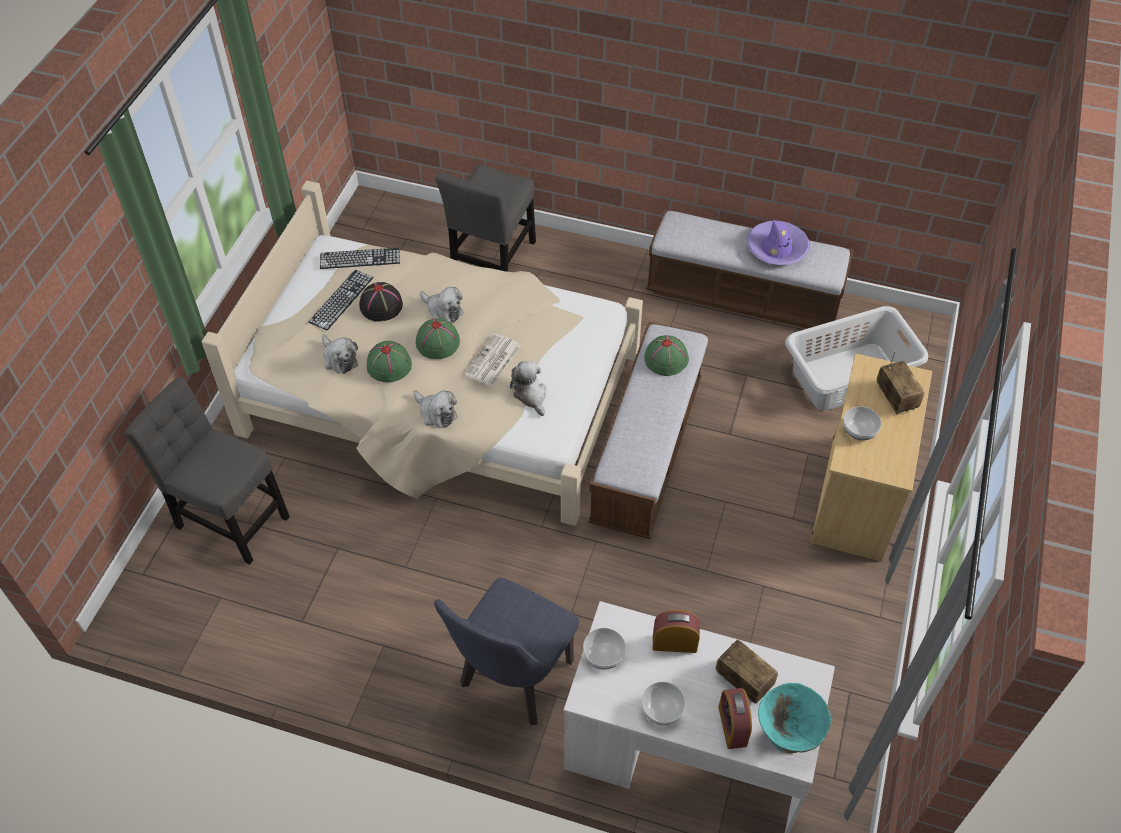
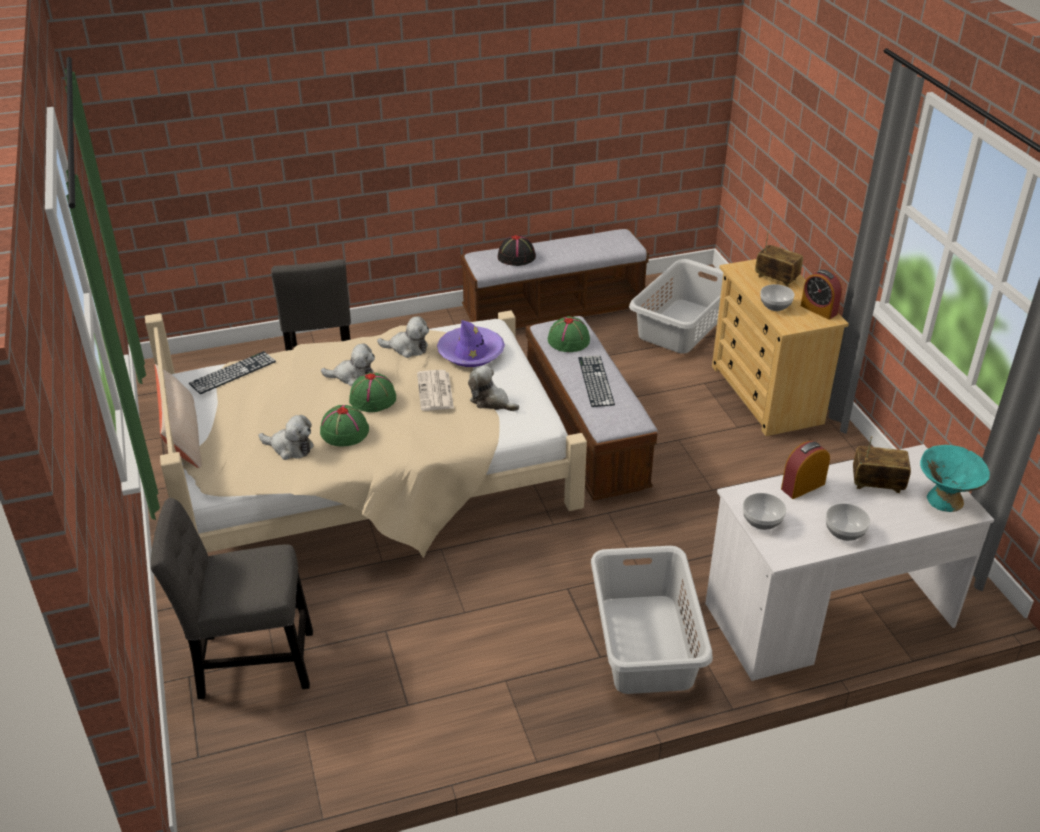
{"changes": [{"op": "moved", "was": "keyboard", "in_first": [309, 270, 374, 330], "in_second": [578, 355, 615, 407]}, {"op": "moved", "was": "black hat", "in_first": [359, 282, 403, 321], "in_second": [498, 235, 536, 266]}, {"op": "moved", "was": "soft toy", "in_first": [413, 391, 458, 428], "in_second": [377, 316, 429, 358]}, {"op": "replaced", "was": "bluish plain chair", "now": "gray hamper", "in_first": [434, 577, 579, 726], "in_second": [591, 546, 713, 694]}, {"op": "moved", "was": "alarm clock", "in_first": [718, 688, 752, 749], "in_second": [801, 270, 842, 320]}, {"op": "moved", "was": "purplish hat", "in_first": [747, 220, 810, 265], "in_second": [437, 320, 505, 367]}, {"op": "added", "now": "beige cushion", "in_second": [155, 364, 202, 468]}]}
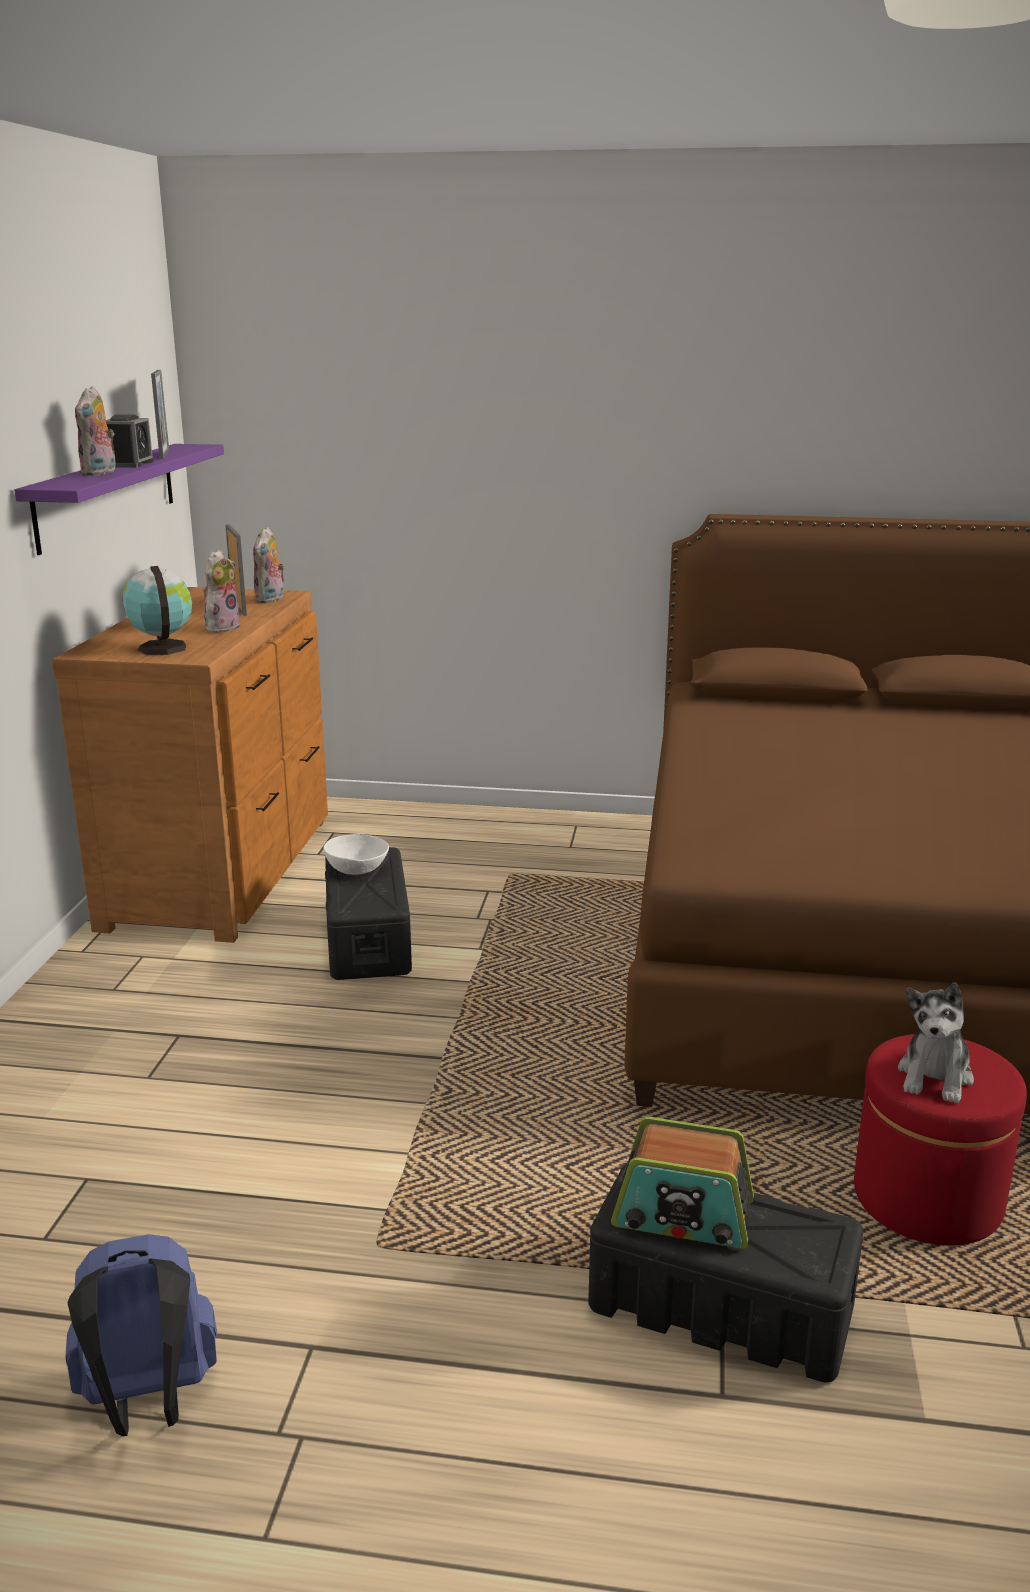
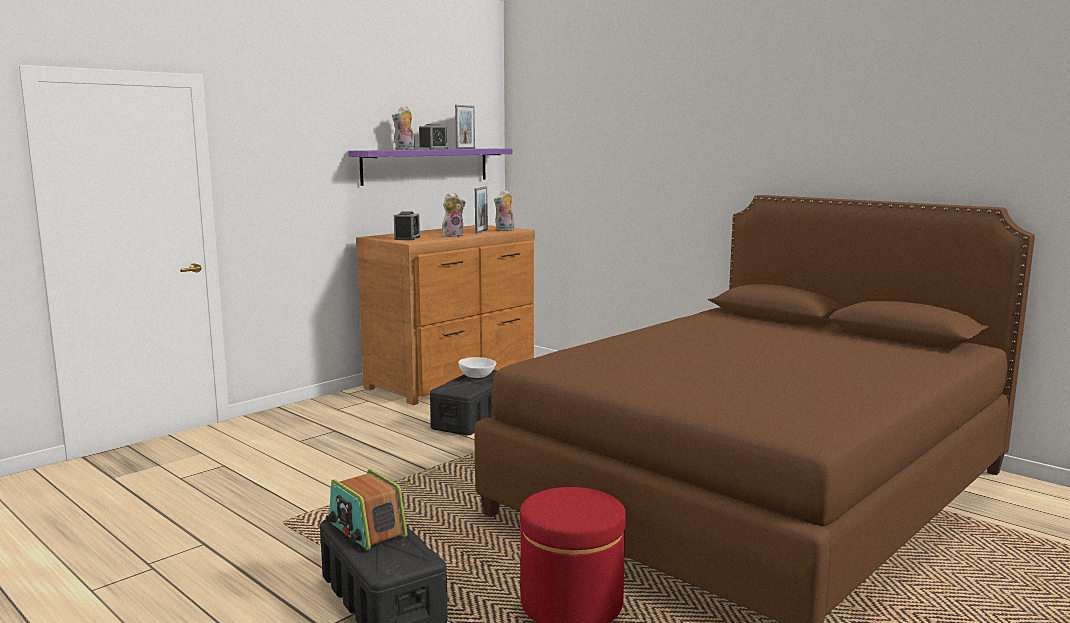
{"changes": [{"op": "removed", "was": "bluish knapsack", "in_first": [65, 1234, 217, 1436]}, {"op": "replaced", "was": "globe", "now": "alarm clock", "in_first": [123, 566, 192, 655], "in_second": [394, 211, 420, 240]}, {"op": "removed", "was": "soft toy", "in_first": [898, 982, 974, 1103]}]}
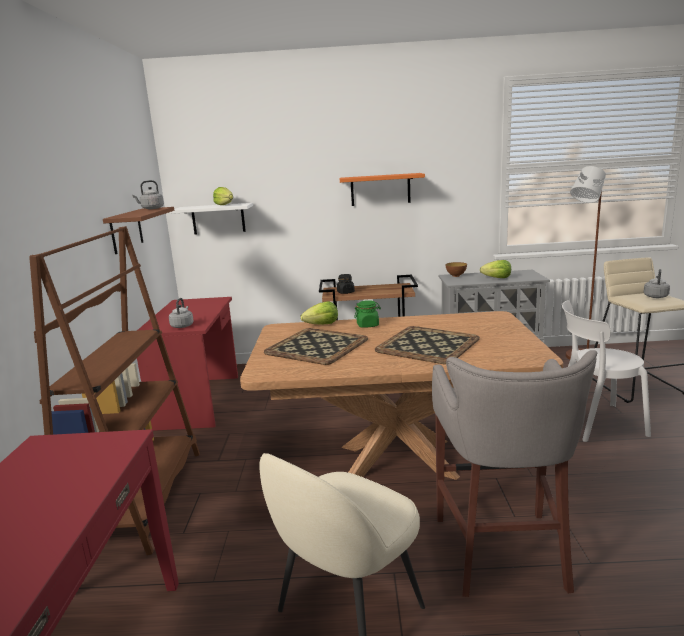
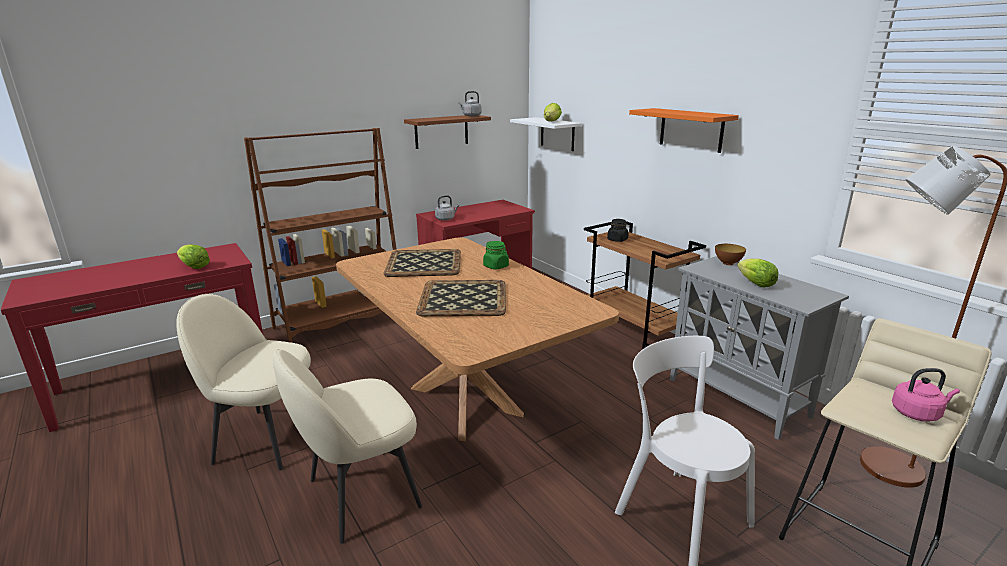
{"changes": [{"op": "moved", "was": "lettuce head", "in_first": [301, 301, 338, 325], "in_second": [177, 244, 210, 269]}, {"op": "replaced", "was": "gray sitting stool", "now": "beige plain chair", "in_first": [432, 350, 597, 597], "in_second": [273, 349, 422, 544]}, {"op": "recoloured", "was": "gray kettle", "now": "pinkish kettle", "in_first": [643, 269, 670, 298], "in_second": [892, 368, 960, 422]}]}
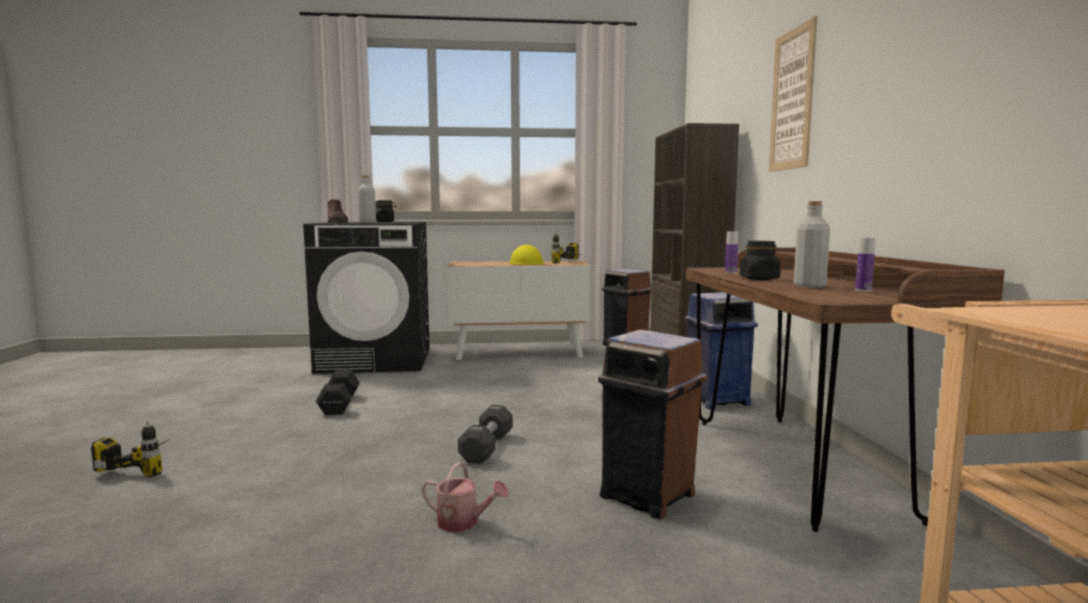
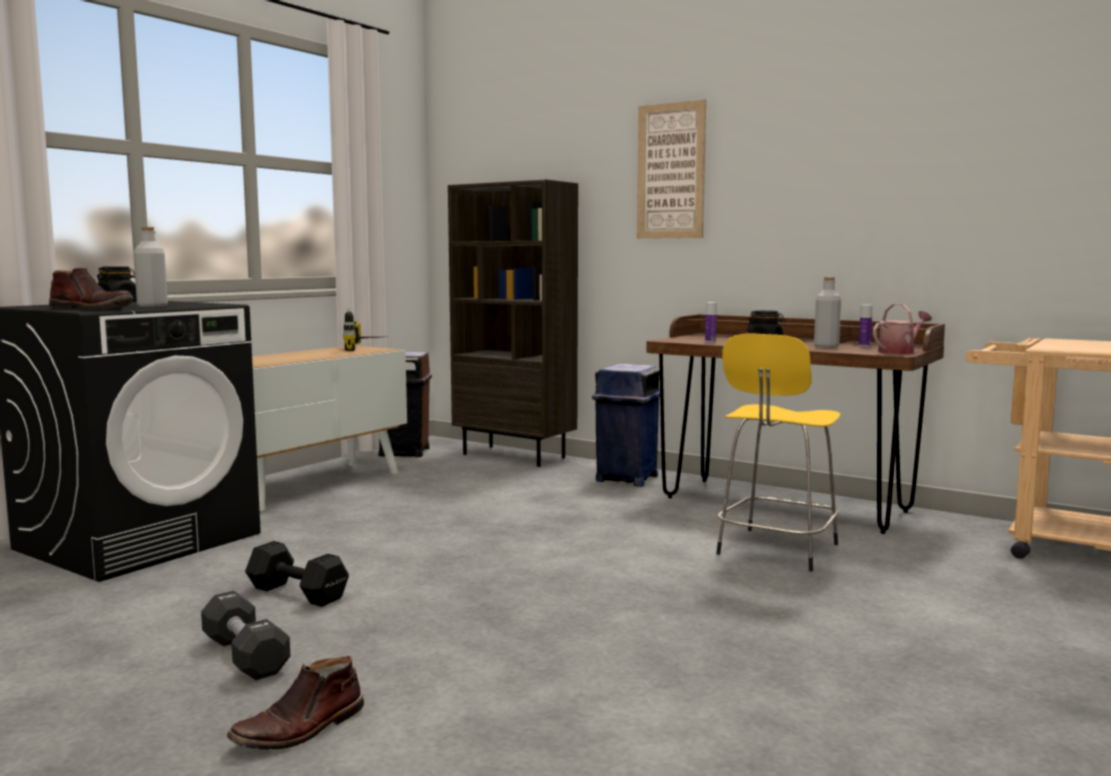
{"changes": [{"op": "replaced", "was": "drill", "now": "brown-coloured high-top boot", "in_first": [91, 421, 168, 477], "in_second": [227, 656, 364, 750]}, {"op": "moved", "was": "sprinkling can", "in_first": [422, 462, 509, 532], "in_second": [873, 303, 932, 354]}, {"op": "moved", "was": "black hand weight", "in_first": [458, 405, 513, 464], "in_second": [201, 591, 290, 680]}, {"op": "removed", "was": "yellow-coloured safety helmet", "in_first": [509, 245, 544, 265]}, {"op": "replaced", "was": "brown-coloured rubbish bin", "now": "yellow-coloured sitting stool", "in_first": [598, 330, 707, 519], "in_second": [716, 334, 841, 571]}]}
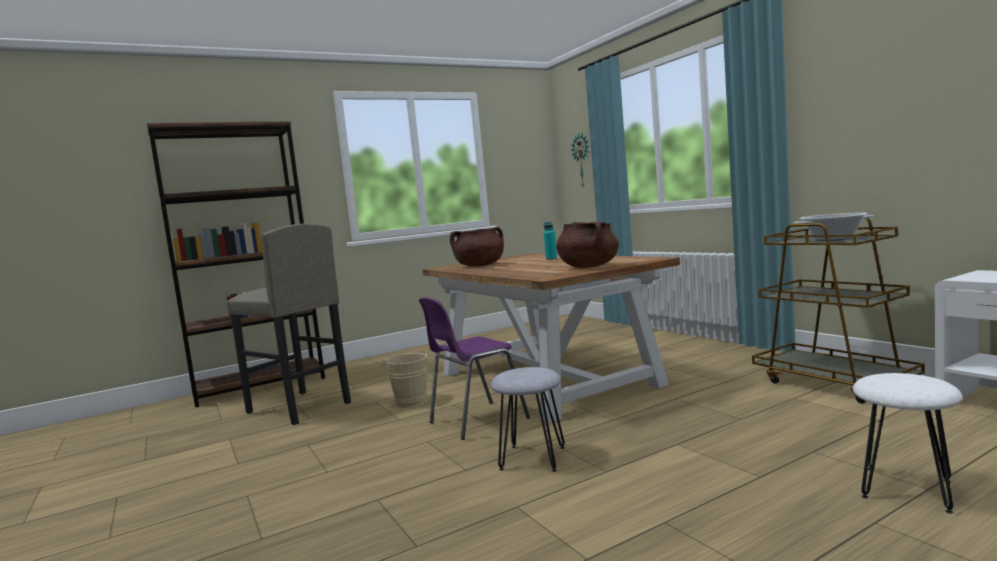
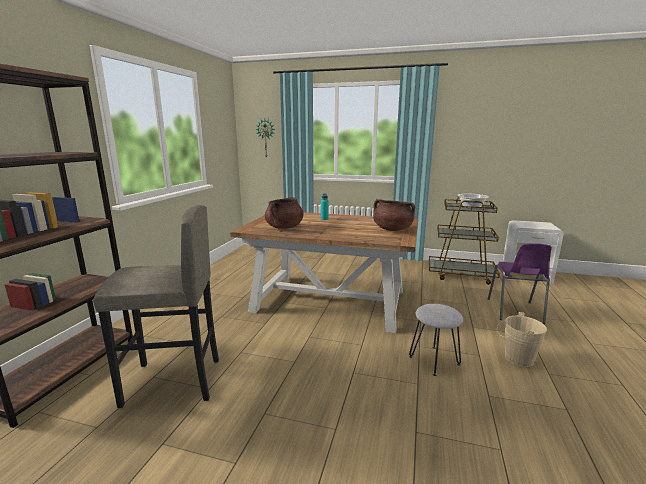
{"changes": [{"op": "moved", "was": "beige water bucket", "in_first": [383, 349, 428, 407], "in_second": [497, 312, 547, 367]}, {"op": "moved", "was": "purplish plain chair", "in_first": [419, 297, 530, 440], "in_second": [488, 243, 552, 324]}, {"op": "removed", "was": "white-coloured sitting stool", "in_first": [853, 373, 963, 514]}]}
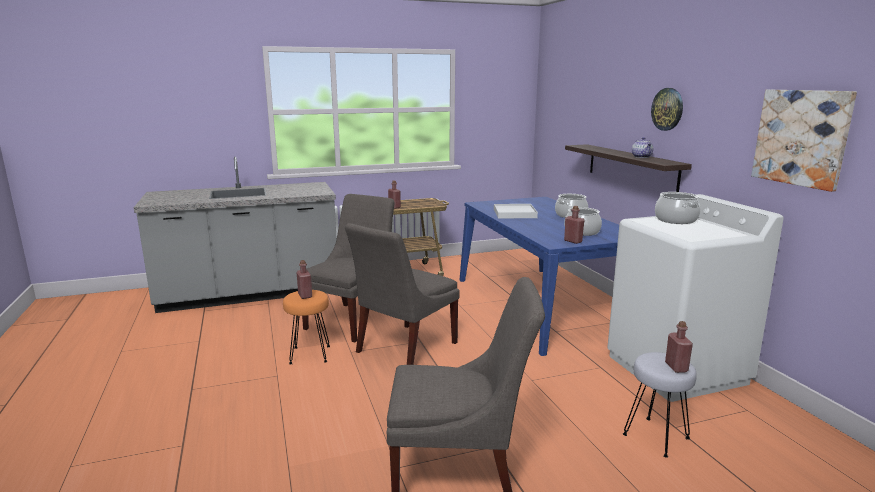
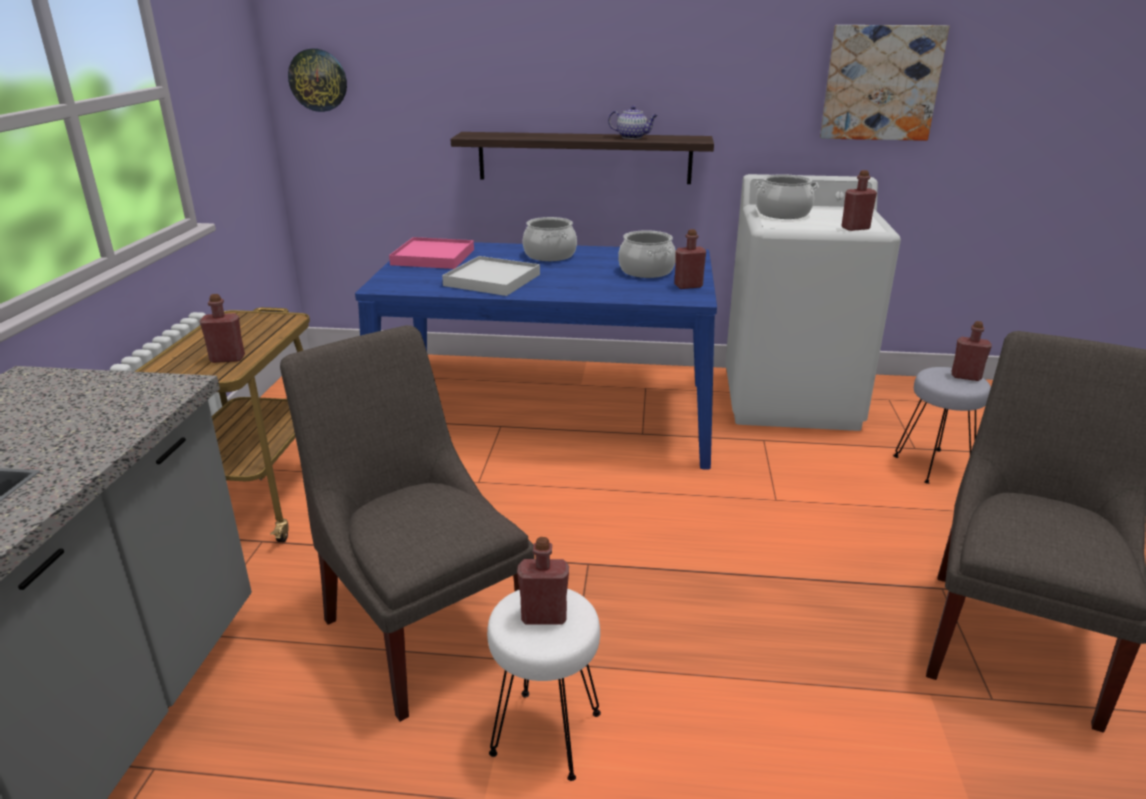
{"changes": [{"op": "recoloured", "was": "orangey sitting stool", "now": "white-coloured sitting stool", "in_first": [283, 290, 330, 364], "in_second": [487, 589, 601, 781]}, {"op": "removed", "was": "gray plain chair", "in_first": [345, 223, 459, 365]}, {"op": "moved", "was": "wall clock", "in_first": [651, 88, 683, 131], "in_second": [288, 49, 347, 112]}, {"op": "added", "now": "pinkish serving tray", "in_second": [389, 237, 474, 269]}, {"op": "added", "now": "reddish bottle", "in_second": [841, 170, 877, 231]}]}
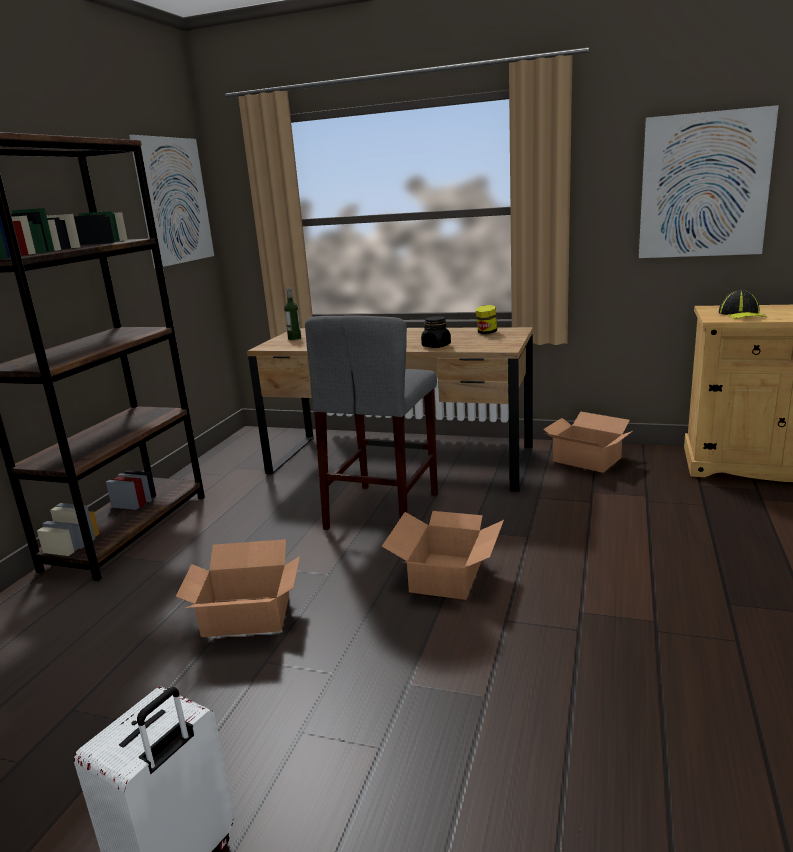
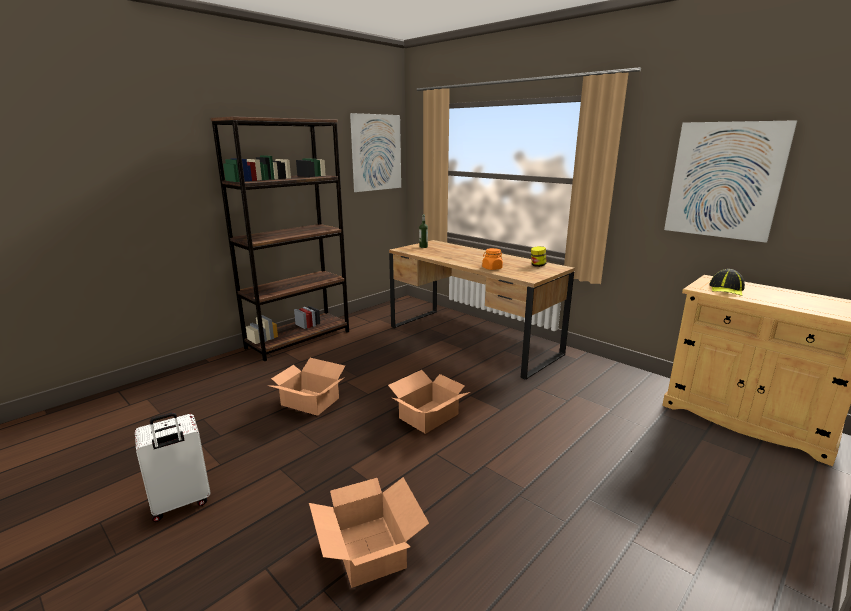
{"changes": [{"op": "removed", "was": "gray sitting stool", "in_first": [305, 316, 438, 530]}, {"op": "recoloured", "was": "black preserve jar", "now": "orangey preserve jar", "in_first": [421, 316, 451, 348], "in_second": [482, 248, 503, 270]}, {"op": "moved", "was": "packing box", "in_first": [543, 411, 634, 473], "in_second": [309, 477, 429, 588]}]}
